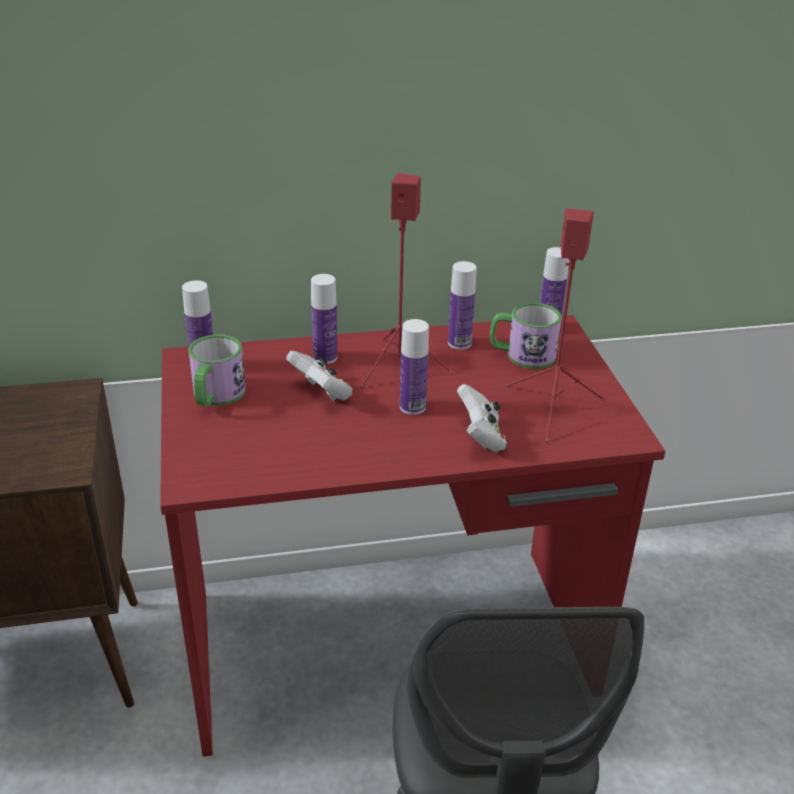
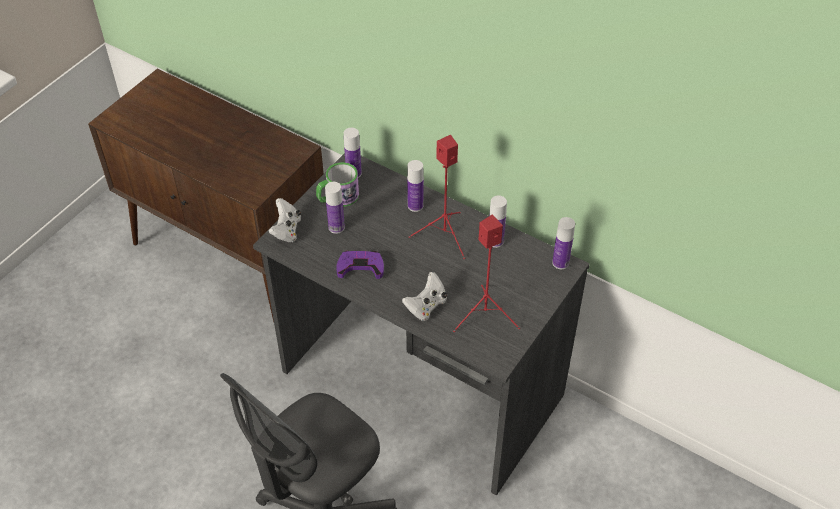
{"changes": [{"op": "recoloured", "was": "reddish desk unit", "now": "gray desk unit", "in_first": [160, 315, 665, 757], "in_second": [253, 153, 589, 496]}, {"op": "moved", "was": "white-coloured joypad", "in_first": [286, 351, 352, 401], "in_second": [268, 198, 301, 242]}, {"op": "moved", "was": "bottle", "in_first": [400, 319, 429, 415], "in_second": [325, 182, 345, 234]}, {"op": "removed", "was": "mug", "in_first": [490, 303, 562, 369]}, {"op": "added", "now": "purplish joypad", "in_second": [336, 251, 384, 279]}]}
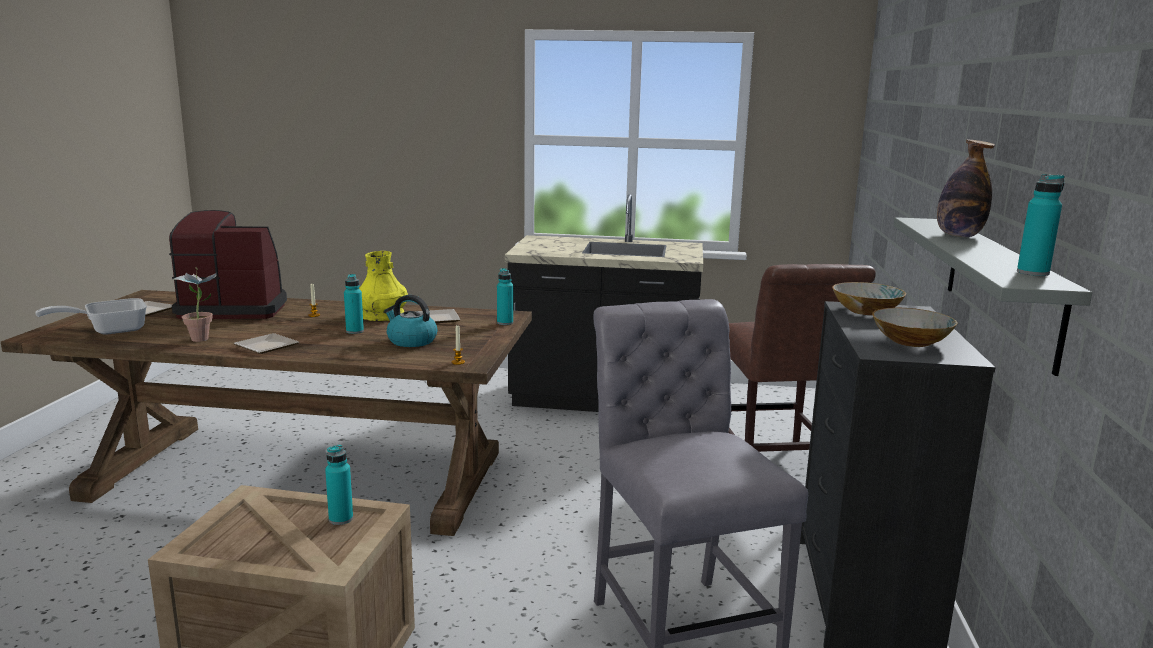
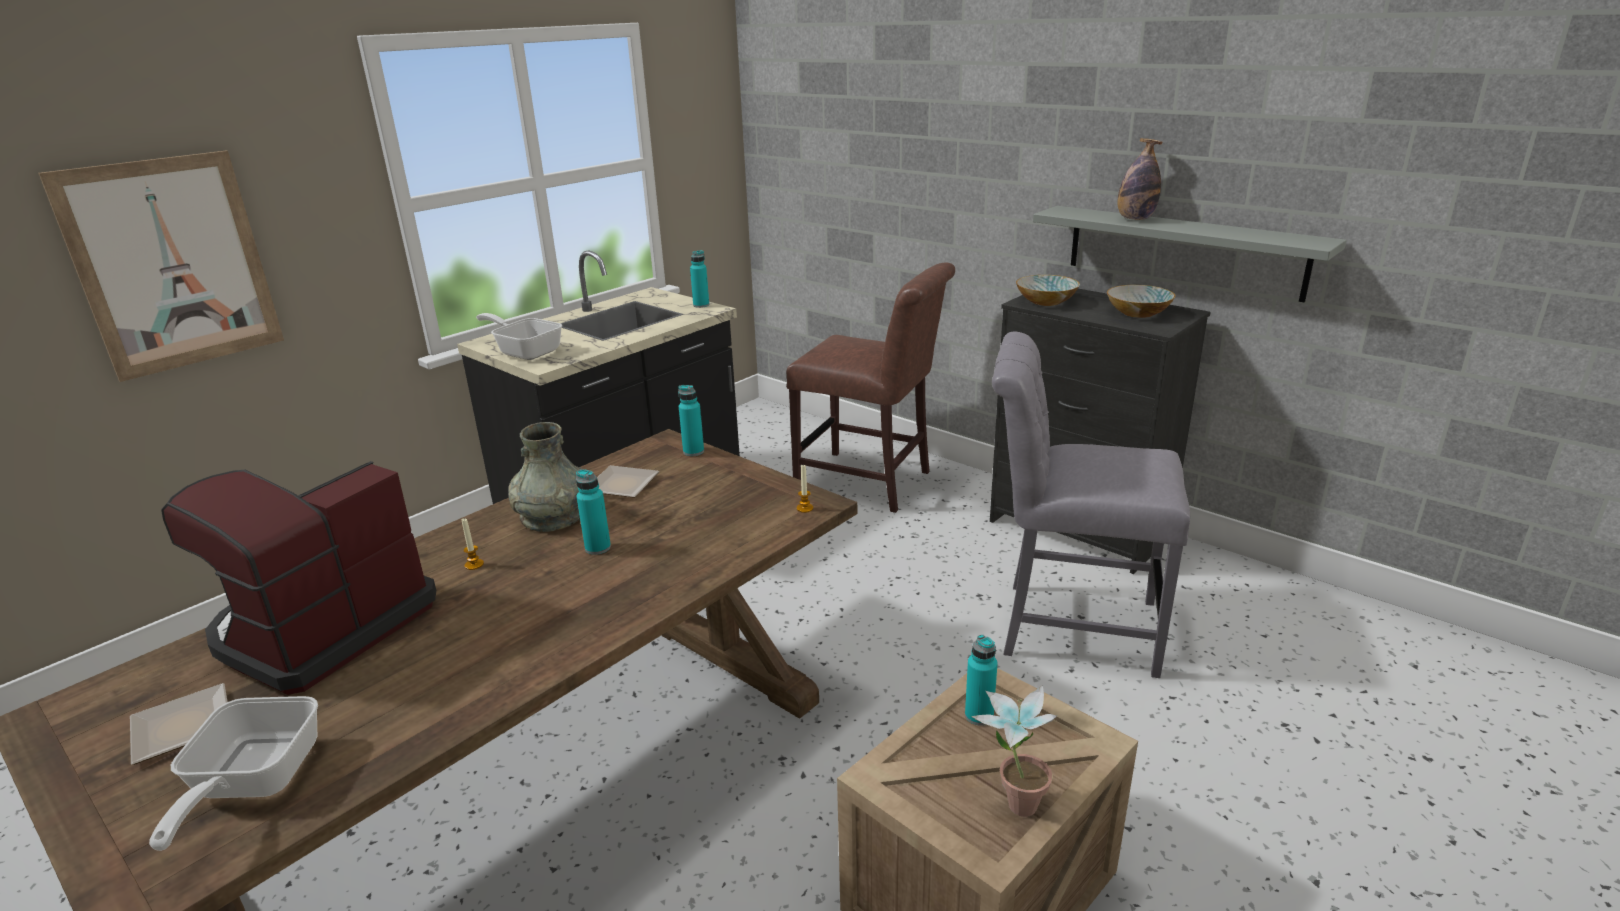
{"changes": [{"op": "moved", "was": "plant in a pot", "in_first": [173, 268, 217, 342], "in_second": [971, 685, 1058, 817]}, {"op": "removed", "was": "dinner plate", "in_first": [233, 333, 299, 354]}, {"op": "recoloured", "was": "yellow-coloured vase", "now": "gray vase", "in_first": [359, 251, 408, 321], "in_second": [508, 422, 582, 532]}, {"op": "removed", "was": "kettle", "in_first": [384, 295, 437, 347]}, {"op": "moved", "was": "blue-green bottle", "in_first": [1017, 174, 1064, 276], "in_second": [690, 250, 709, 308]}, {"op": "added", "now": "picture", "in_second": [38, 151, 284, 382]}, {"op": "added", "now": "skillet", "in_second": [476, 313, 562, 360]}]}
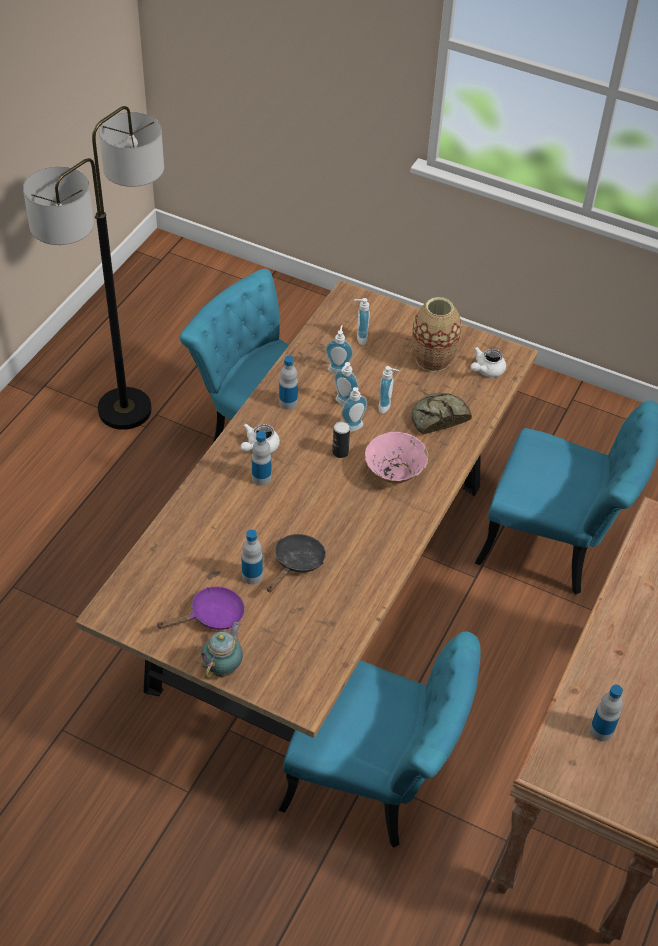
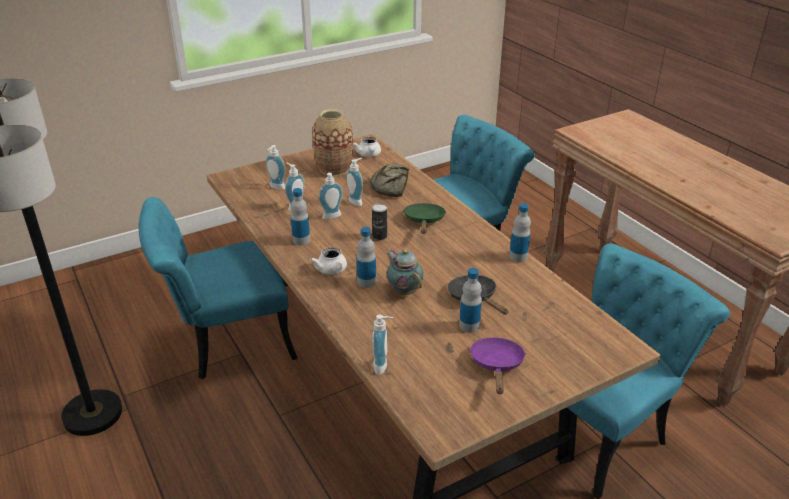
{"changes": [{"op": "moved", "was": "teapot", "in_first": [201, 622, 243, 679], "in_second": [387, 249, 423, 295]}, {"op": "moved", "was": "soap dispenser", "in_first": [341, 387, 367, 432], "in_second": [372, 315, 393, 375]}, {"op": "replaced", "was": "pinkish deep dish", "now": "green-coloured skillet", "in_first": [365, 432, 429, 484], "in_second": [403, 203, 447, 234]}, {"op": "moved", "was": "bottle", "in_first": [590, 685, 623, 741], "in_second": [509, 203, 531, 262]}]}
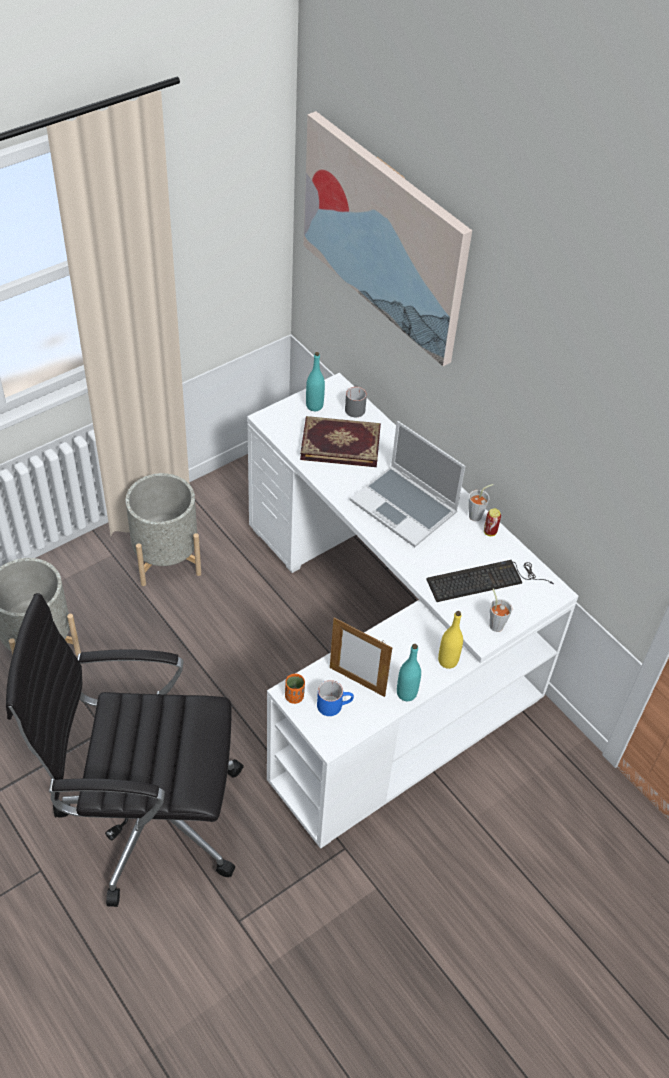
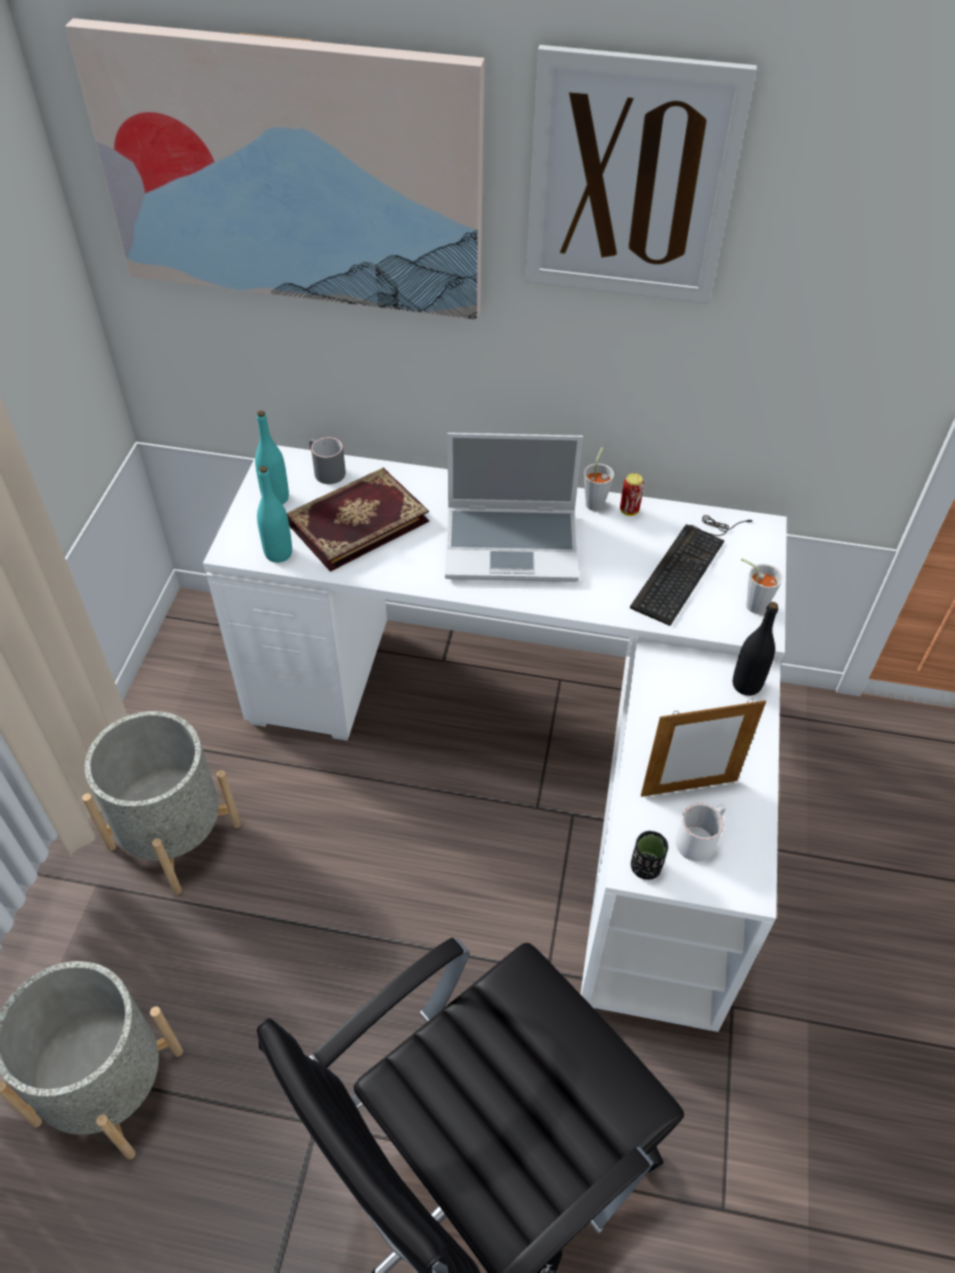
{"changes": [{"op": "recoloured", "was": "orangey cup", "now": "black cup", "in_first": [285, 674, 305, 704], "in_second": [631, 831, 668, 880]}, {"op": "recoloured", "was": "bluish mug", "now": "white-coloured mug", "in_first": [317, 680, 354, 716], "in_second": [675, 803, 726, 861]}, {"op": "moved", "was": "blue-green bottle", "in_first": [397, 644, 421, 701], "in_second": [257, 466, 292, 563]}, {"op": "recoloured", "was": "yellow-coloured bottle", "now": "black bottle", "in_first": [438, 611, 463, 669], "in_second": [733, 602, 778, 696]}, {"op": "added", "now": "picture", "in_second": [526, 45, 757, 304]}]}
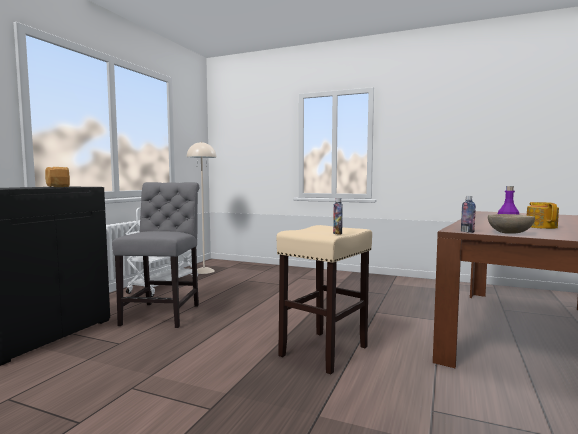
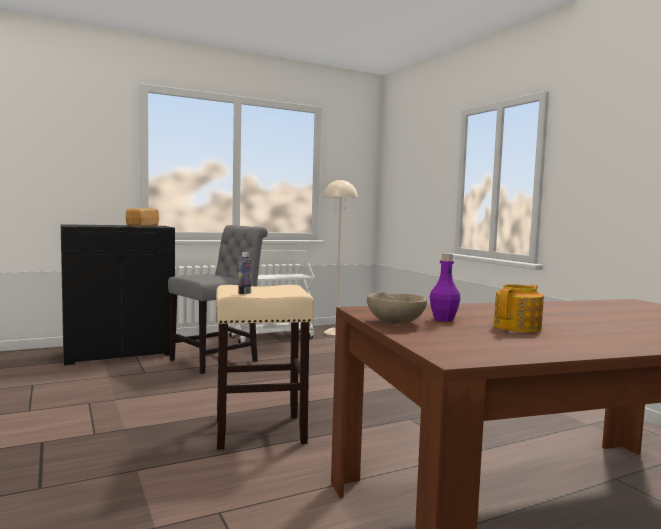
{"changes": [{"op": "removed", "was": "bottle", "in_first": [461, 196, 476, 233]}]}
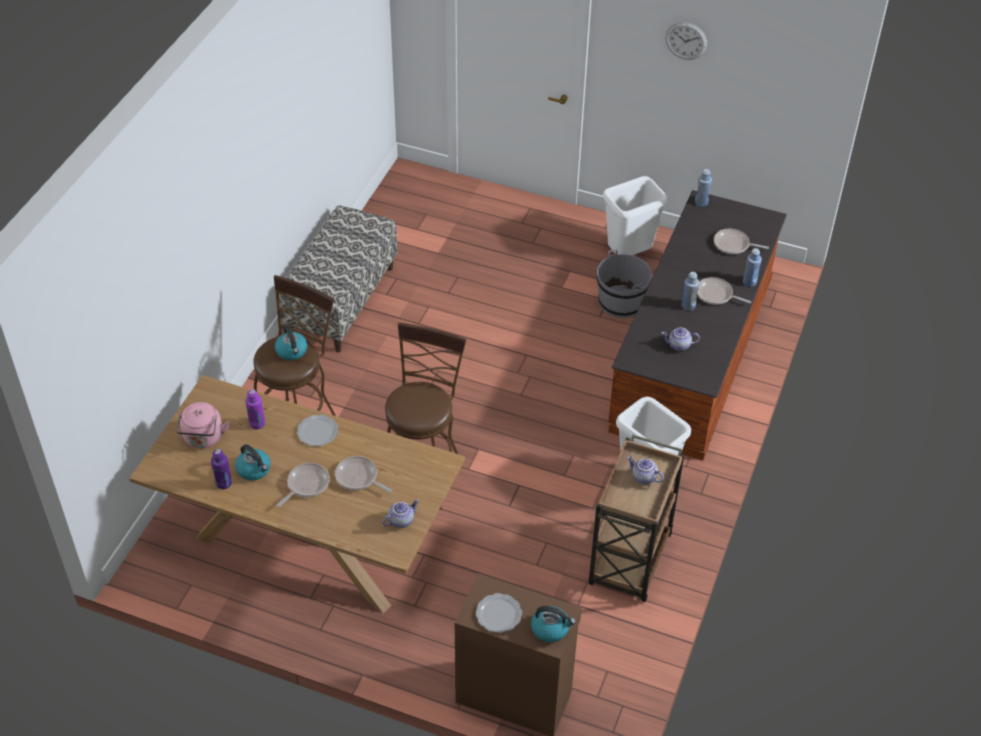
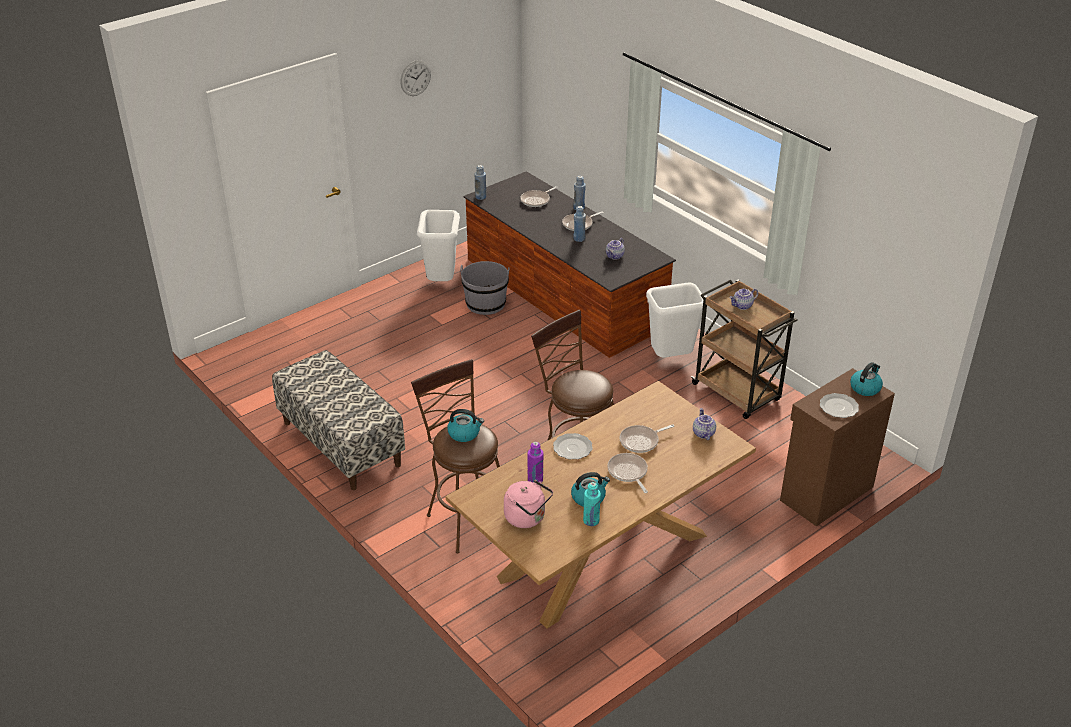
{"changes": [{"op": "recoloured", "was": "purplish bottle", "now": "blue-green bottle", "in_first": [211, 449, 232, 489], "in_second": [583, 482, 601, 526]}]}
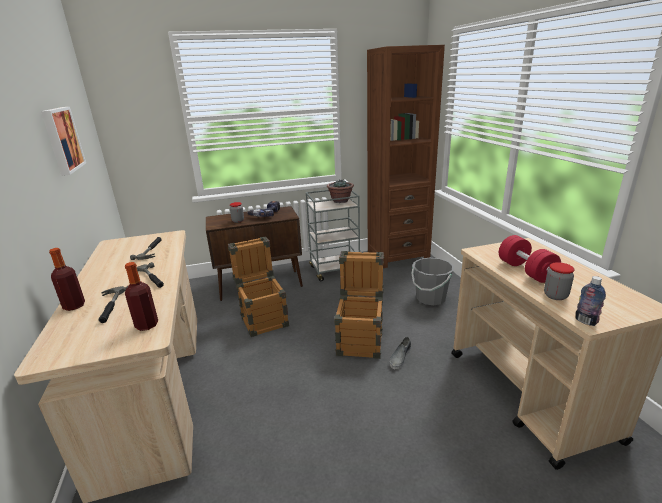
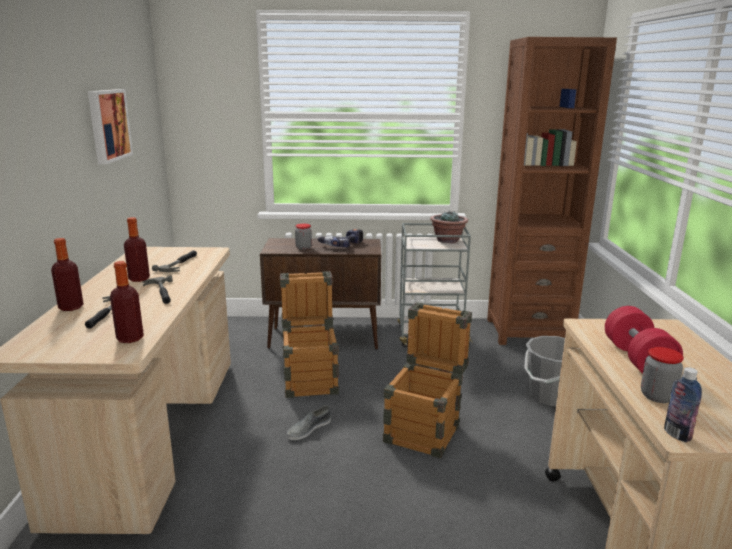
{"changes": [{"op": "moved", "was": "gray item of footwear", "in_first": [390, 337, 411, 369], "in_second": [287, 406, 331, 440]}, {"op": "added", "now": "bottle", "in_second": [124, 217, 150, 282]}]}
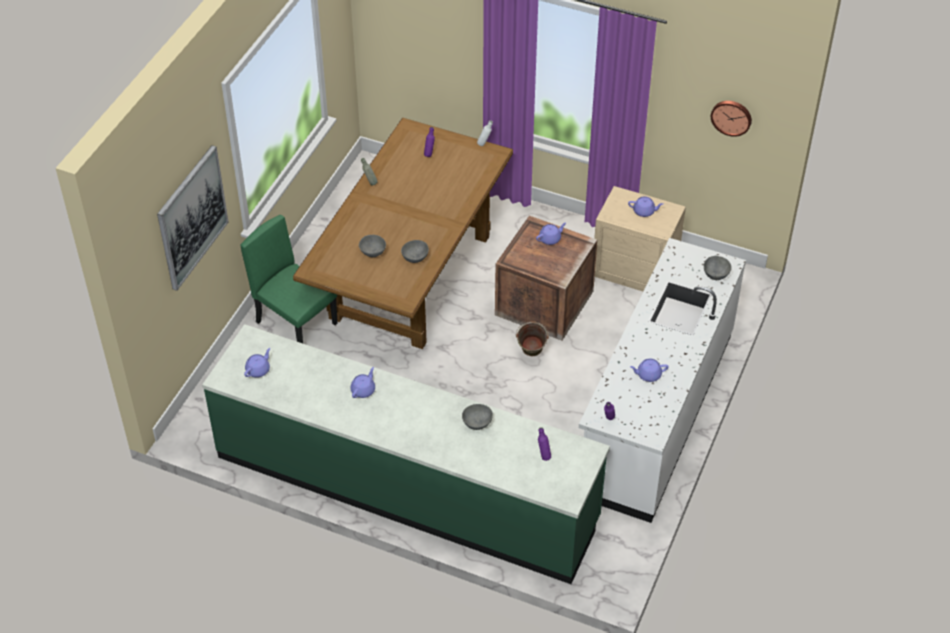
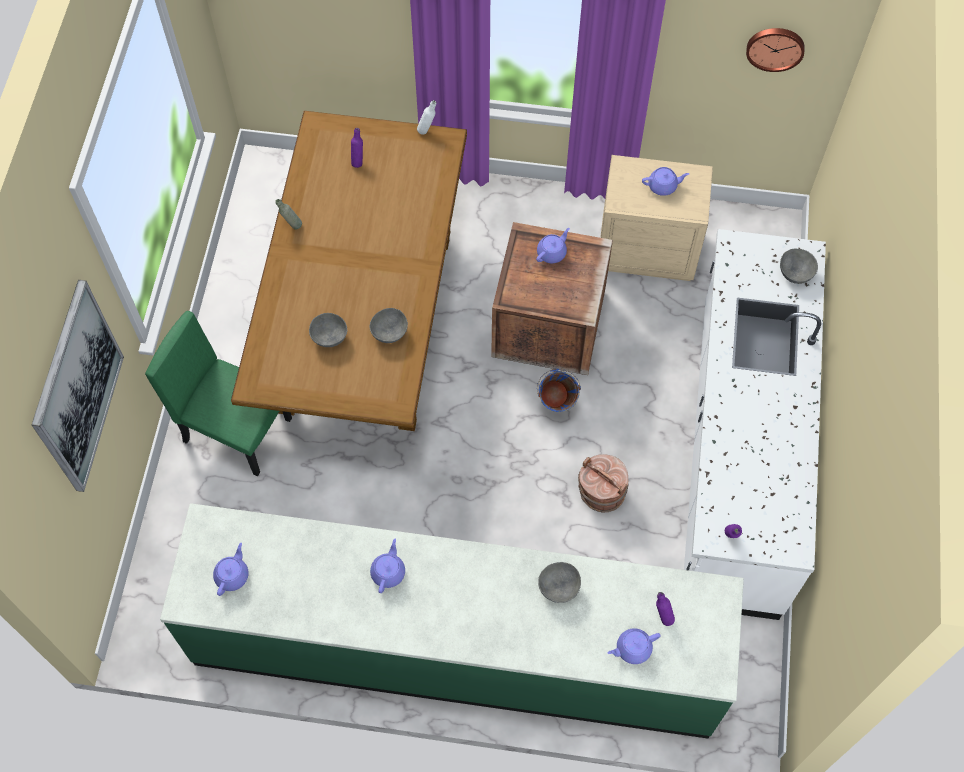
{"changes": [{"op": "recoloured", "was": "green-coloured water bucket", "now": "bluish water bucket", "in_first": [516, 321, 549, 356], "in_second": [537, 369, 581, 412]}, {"op": "moved", "was": "purplish teapot", "in_first": [630, 359, 669, 382], "in_second": [608, 628, 660, 664]}, {"op": "added", "now": "brown-coloured water bucket", "in_second": [578, 454, 628, 512]}]}
